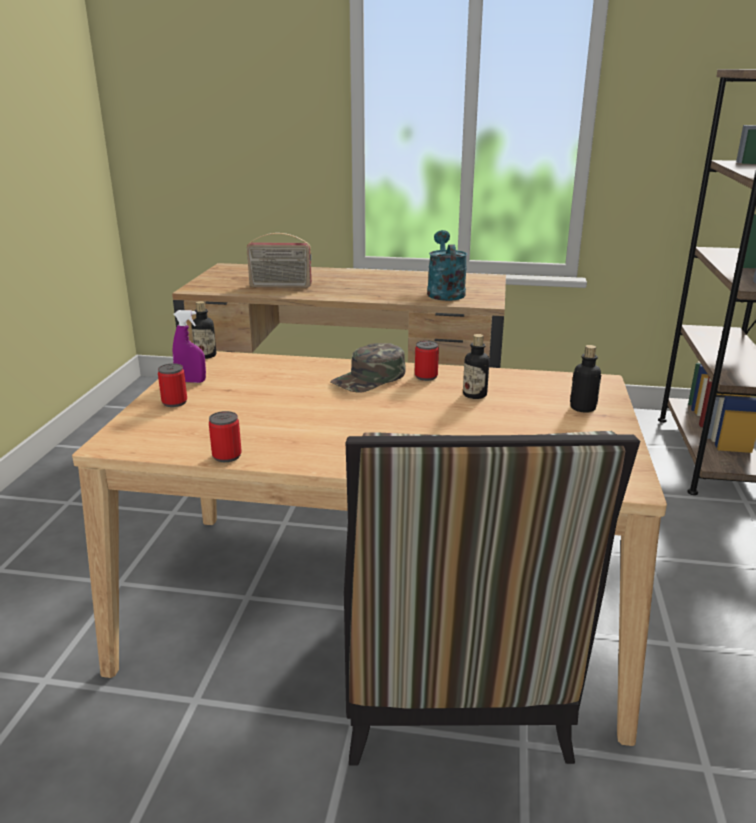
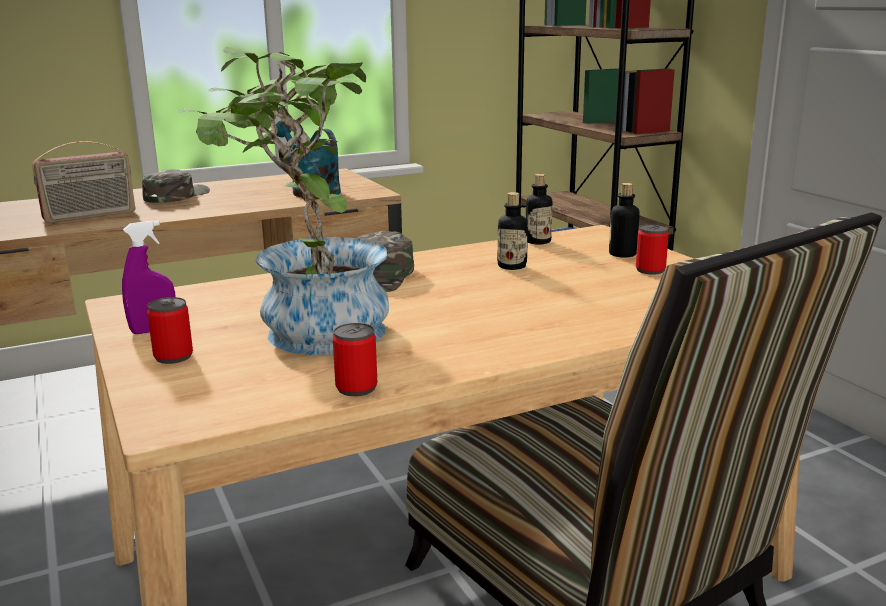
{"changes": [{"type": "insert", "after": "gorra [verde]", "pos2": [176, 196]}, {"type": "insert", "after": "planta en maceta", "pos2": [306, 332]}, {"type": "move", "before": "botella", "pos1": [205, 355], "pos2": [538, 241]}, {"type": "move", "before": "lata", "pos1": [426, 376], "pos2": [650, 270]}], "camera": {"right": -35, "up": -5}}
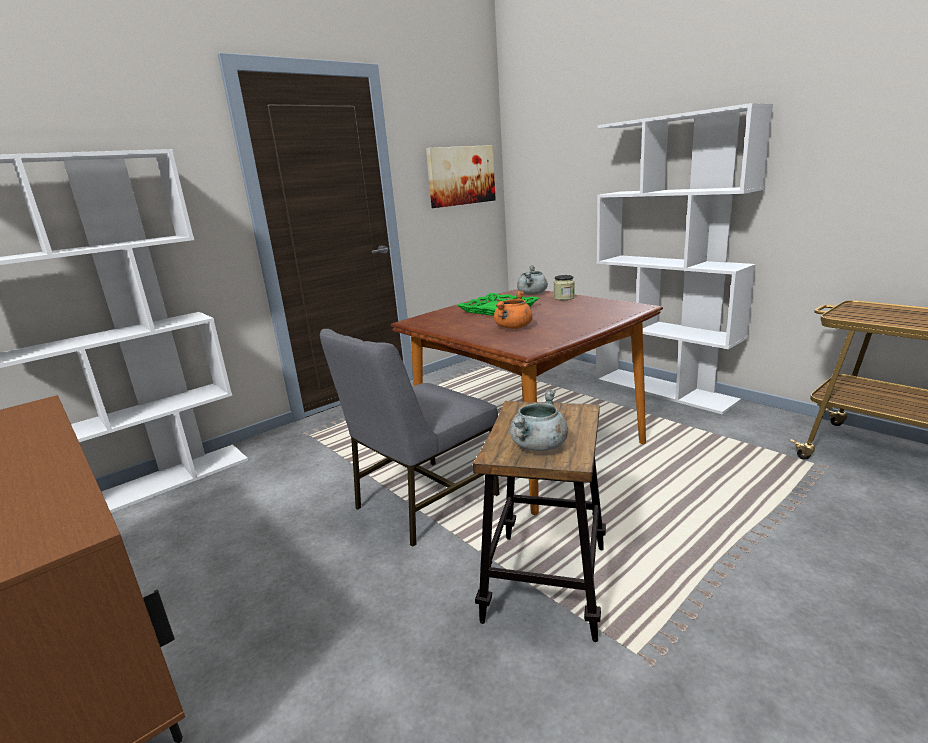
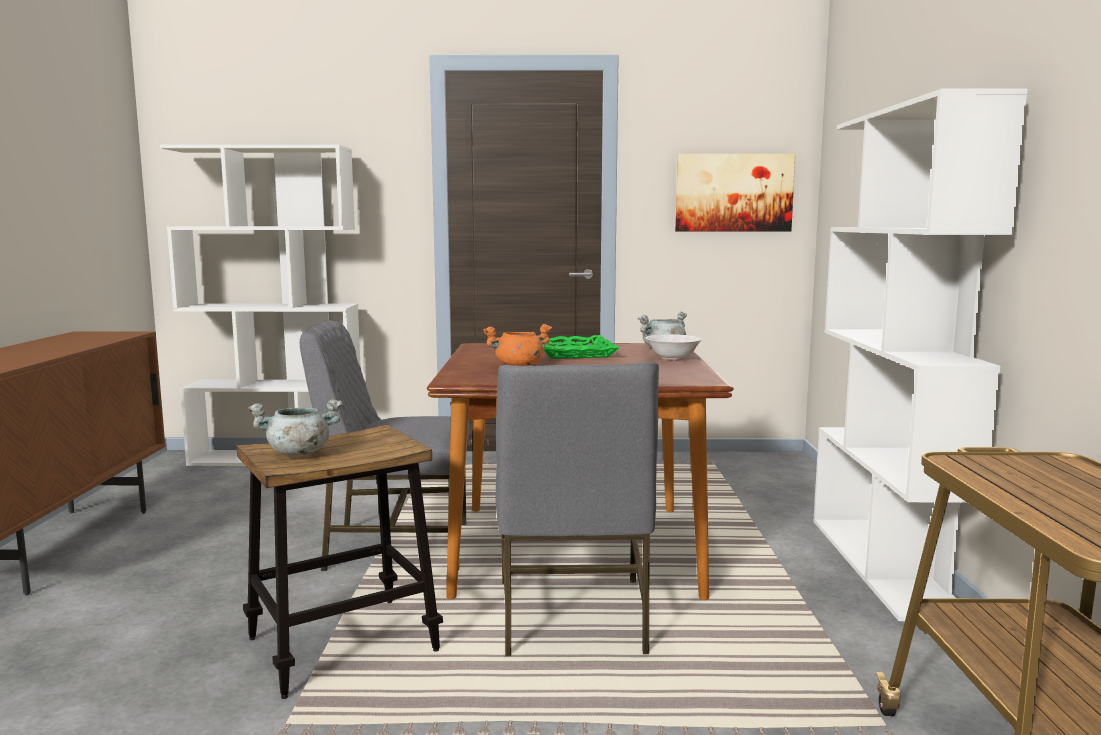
{"changes": [{"type": "insert", "after": "silla [gris]", "pos2": [572, 617]}, {"type": "replace", "before": "tarro", "after": "cuenco [blanco]", "pos1": [564, 298], "pos2": [673, 358]}], "camera": {"right": 40, "up": -10}}
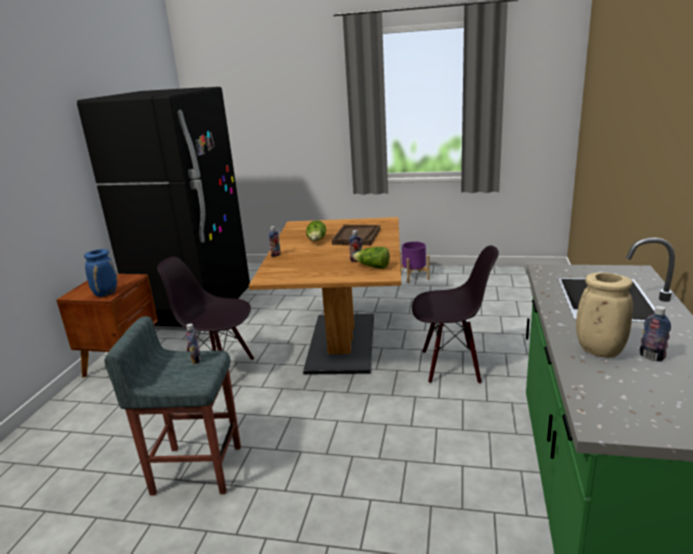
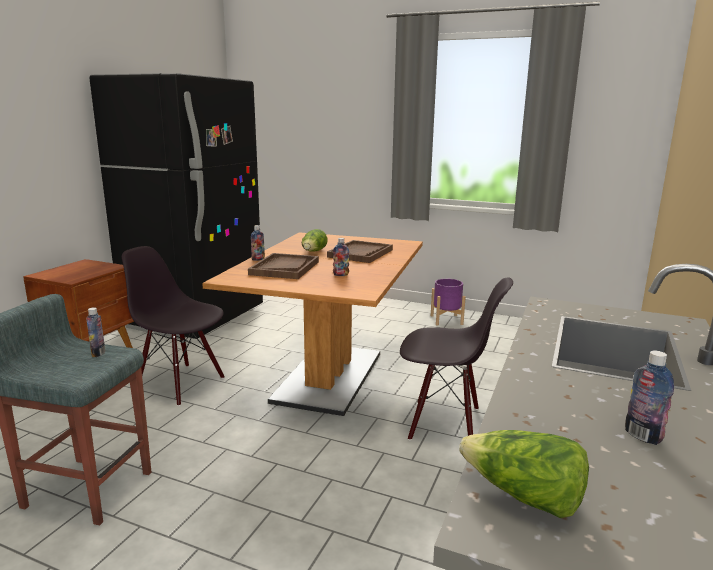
{"changes": [{"type": "delete", "before": "florero [azul]", "pos1": [106, 293]}, {"type": "delete", "before": "florero [beis]", "pos1": [598, 351]}, {"type": "insert", "after": "bandeja [marrón]", "pos2": [284, 268]}, {"type": "move", "before": "lechuga", "pos1": [373, 267], "pos2": [523, 496]}], "camera": {"right": 10, "up": -5}}
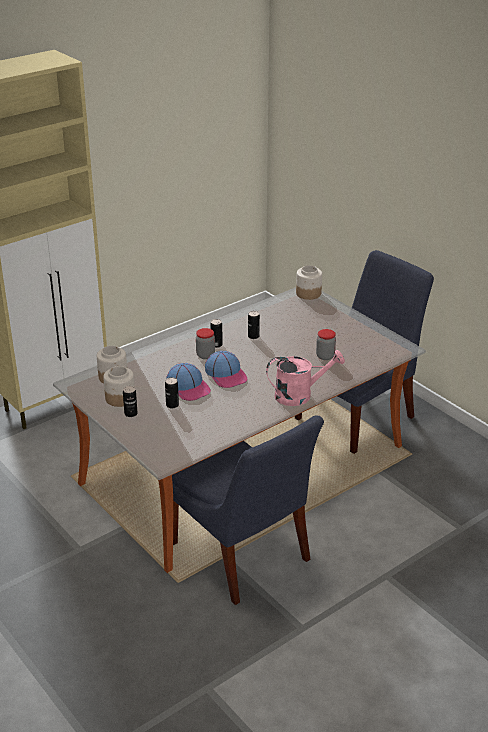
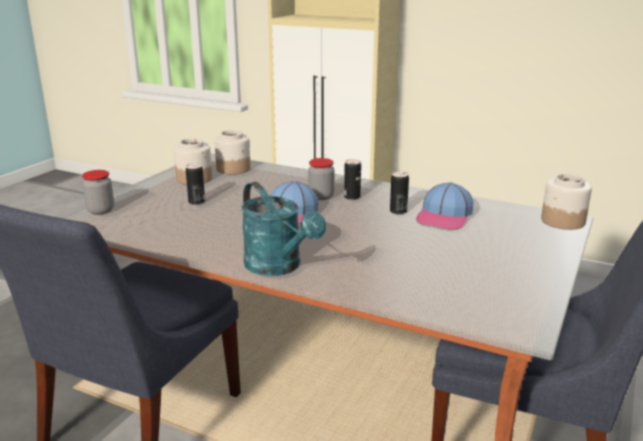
{"changes": [{"type": "delete", "before": "lata", "pos1": [131, 414]}, {"type": "move", "before": "gorra", "pos1": [188, 387], "pos2": [444, 217]}, {"type": "move", "before": "tarro", "pos1": [325, 356], "pos2": [100, 210]}, {"type": "recolor", "before": "regadera [rosa]", "after": "regadera [turquesa]", "pos1": [300, 395], "pos2": [279, 267]}], "camera": {"right": 65, "up": -10}}
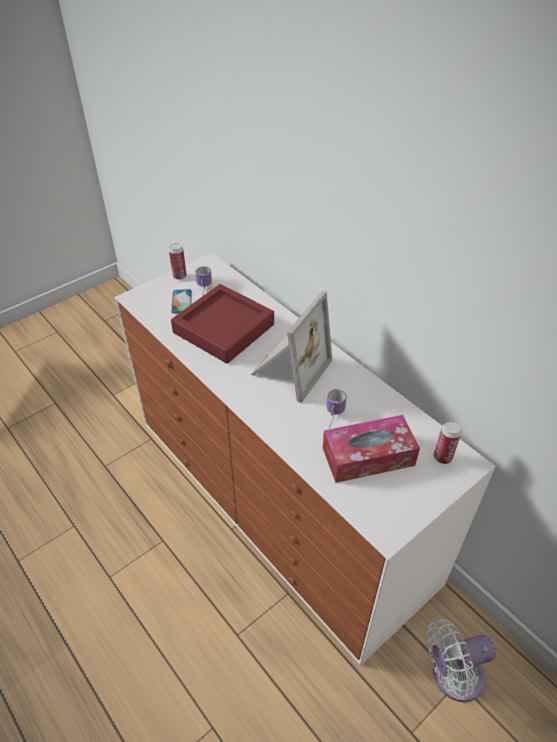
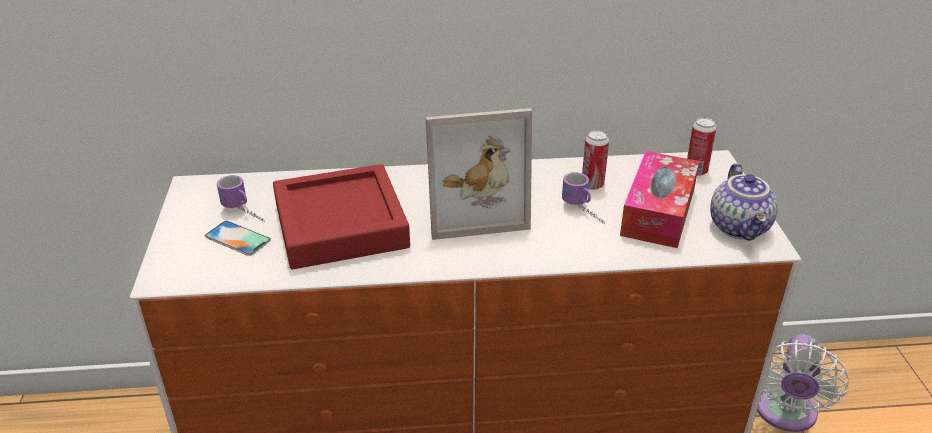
{"changes": [{"type": "insert", "after": "tetera", "pos2": [740, 228]}, {"type": "move", "before": "lata", "pos1": [179, 276], "pos2": [592, 185]}, {"type": "rotate", "before": "portarretratos", "pos1": [288, 369], "pos2": [473, 207], "turn": 105}], "camera": {"right": -55, "up": -10}}
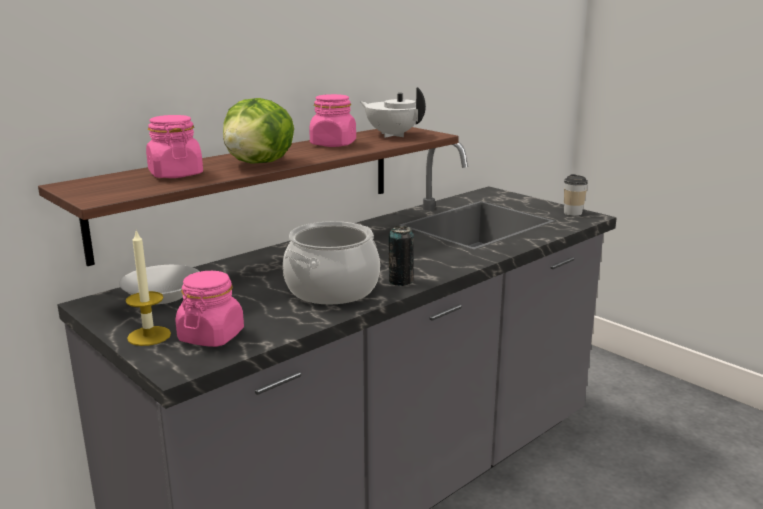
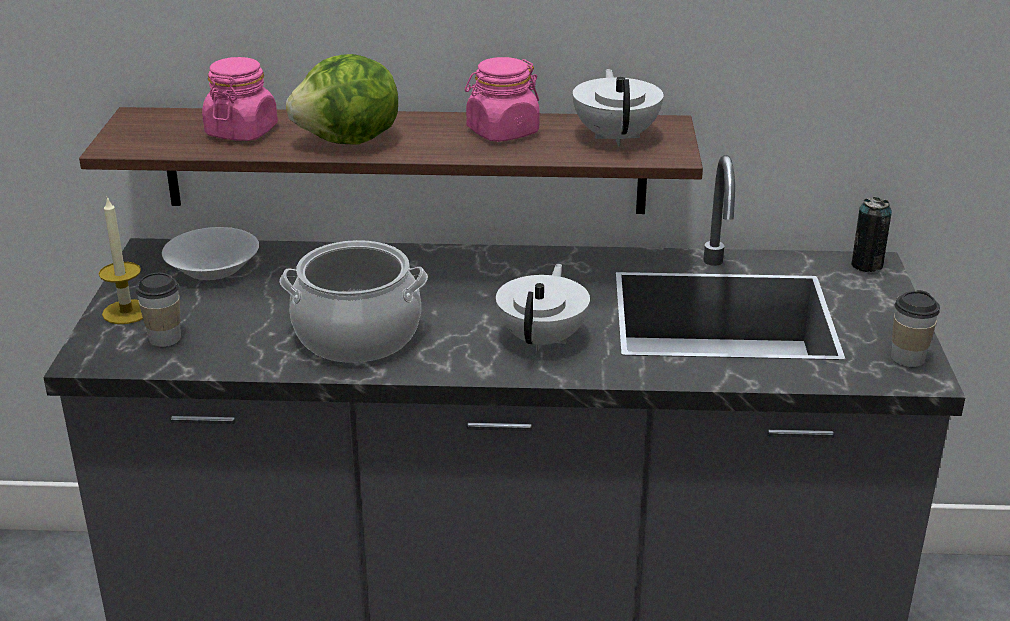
{"changes": [{"type": "insert", "after": "tetera [blanco]", "pos2": [543, 339]}, {"type": "move", "before": "lata", "pos1": [400, 281], "pos2": [867, 265]}, {"type": "replace", "before": "tarro [rosa]", "after": "taza", "pos1": [211, 336], "pos2": [165, 338]}], "camera": {"right": 45, "up": 10}}
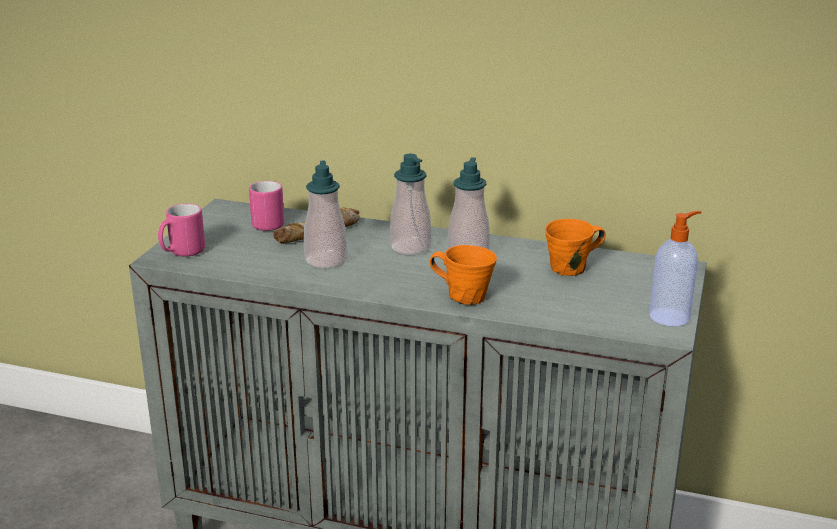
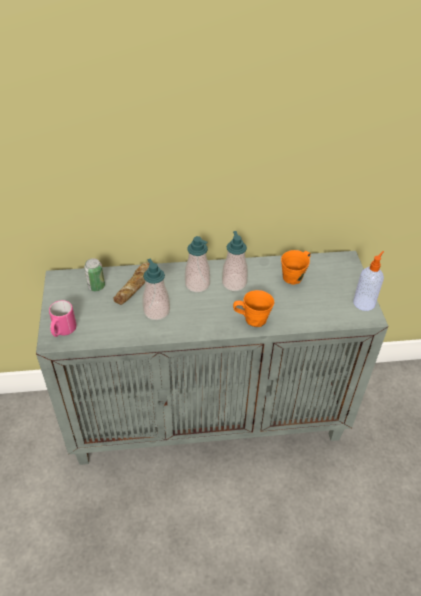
{"changes": [{"type": "replace", "before": "taza grande [rosa]", "after": "lata", "pos1": [265, 223], "pos2": [96, 286]}], "camera": {"right": -25, "up": 20}}
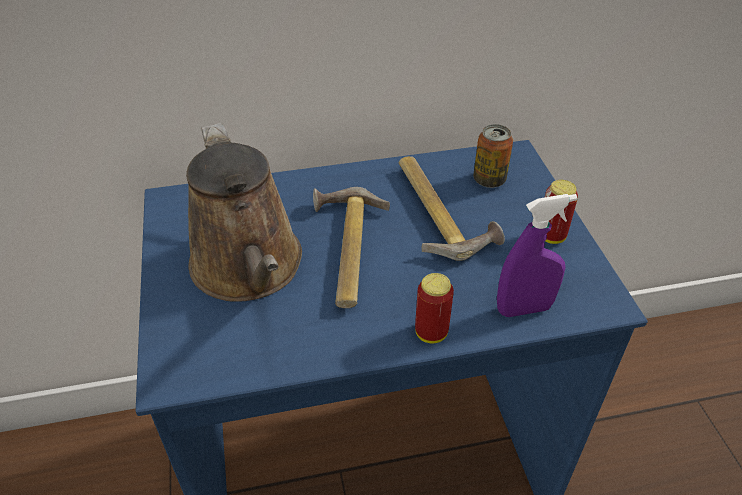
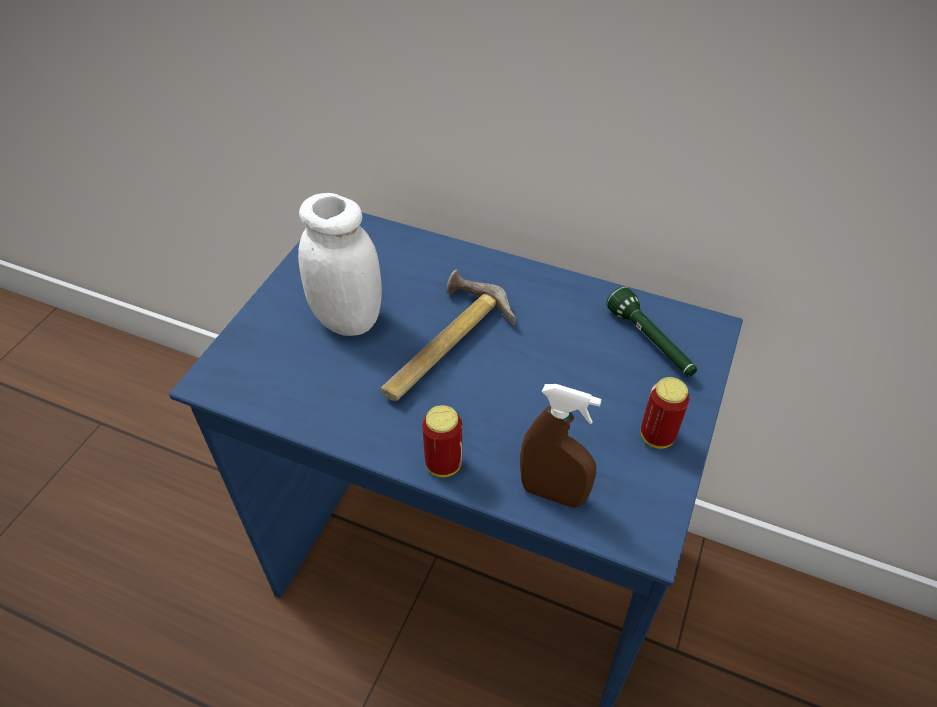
{"changes": [{"type": "delete", "before": "martillo", "pos1": [439, 211]}, {"type": "replace", "before": "regadera [marrón]", "after": "tarro [blanco]", "pos1": [250, 269], "pos2": [348, 319]}, {"type": "replace", "before": "lata", "after": "linterna [verde]", "pos1": [489, 180], "pos2": [650, 343]}, {"type": "recolor", "before": "pulverizador [morado]", "after": "pulverizador [marrón]", "pos1": [524, 309], "pos2": [553, 493]}], "camera": {"right": 35, "up": 5}}
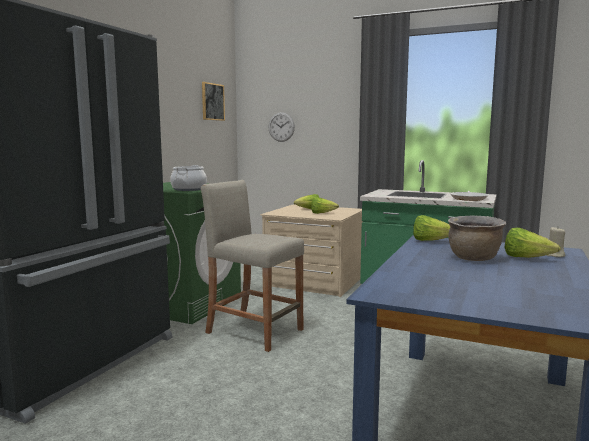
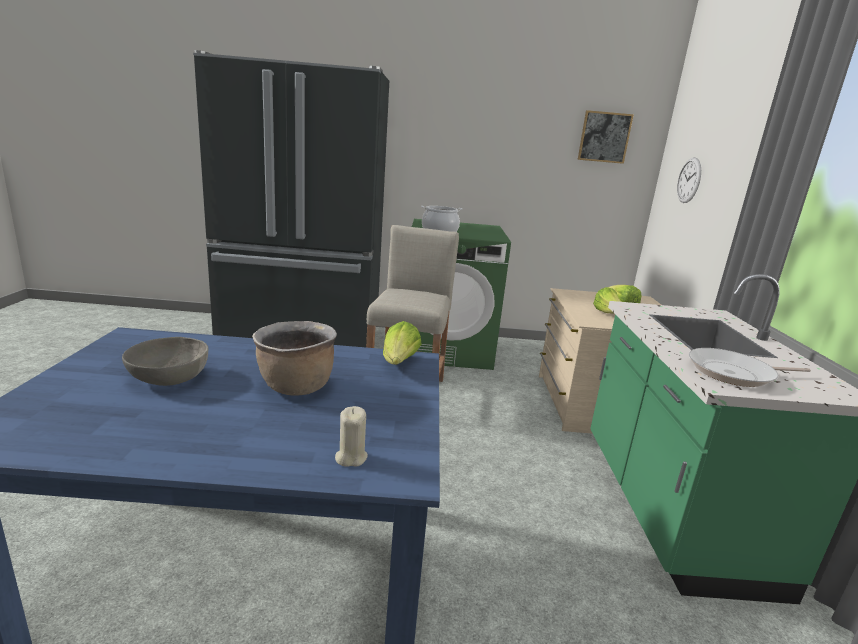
{"changes": [{"type": "delete", "before": "lechuga", "pos1": [526, 258]}, {"type": "insert", "after": "cuenco [gris]", "pos2": [168, 377]}], "camera": {"right": 65, "up": 10}}
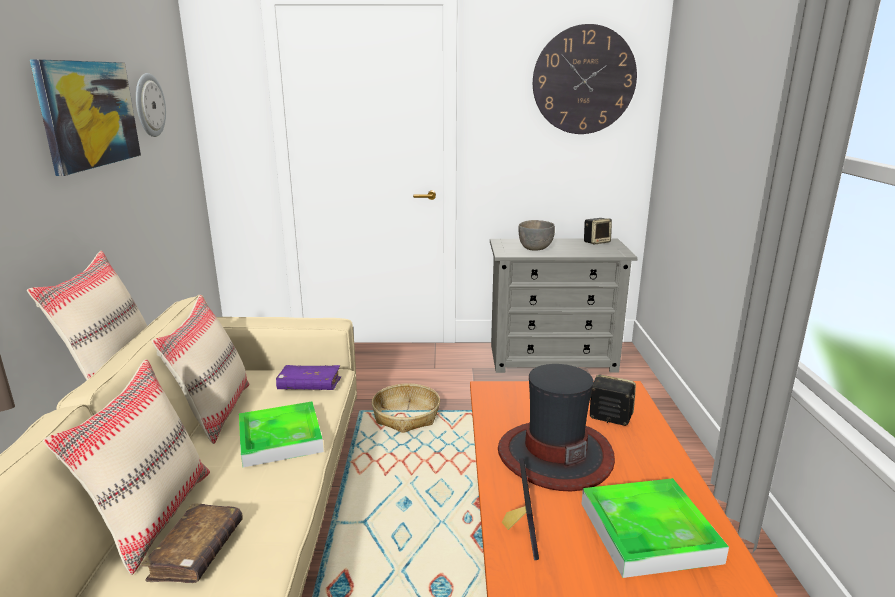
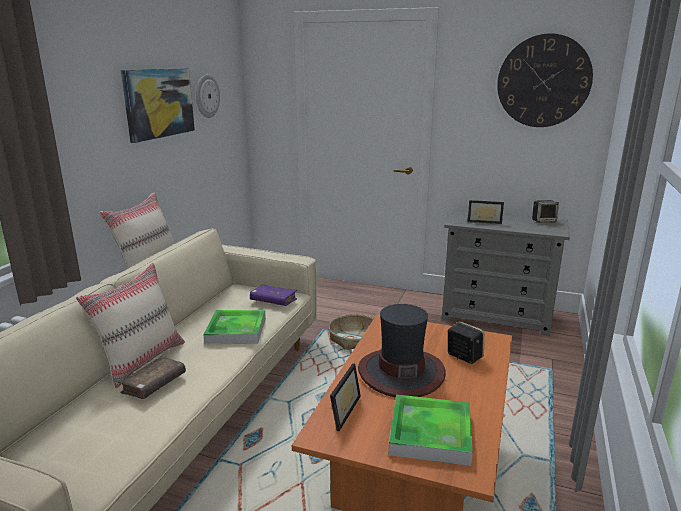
{"changes": [{"type": "delete", "before": "cojín [beis]", "pos1": [214, 412]}, {"type": "replace", "before": "cuenco [gris]", "after": "portarretratos", "pos1": [535, 249], "pos2": [484, 221]}], "camera": {"right": 20, "up": 0}}
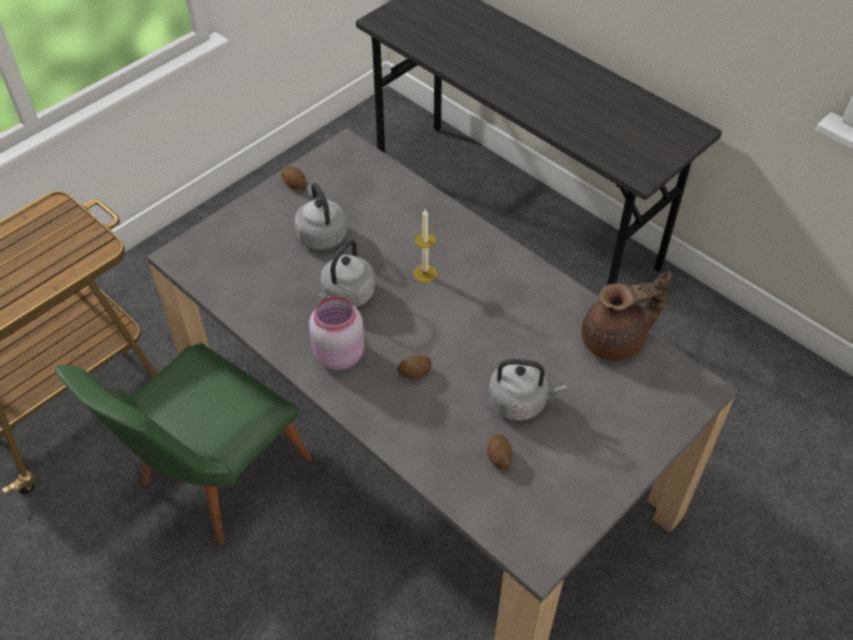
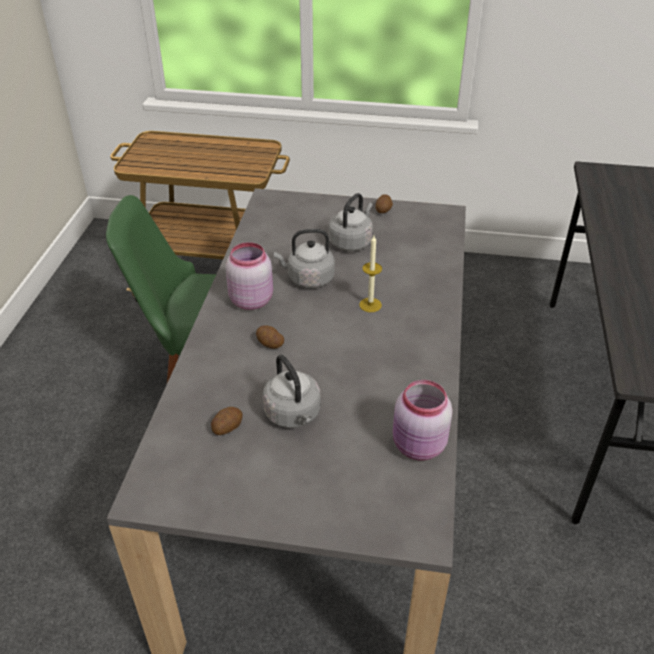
{"changes": [{"type": "replace", "before": "tetera [marrón]", "after": "tarro [rosa]", "pos1": [616, 341], "pos2": [418, 446]}], "camera": {"right": 55, "up": -10}}
